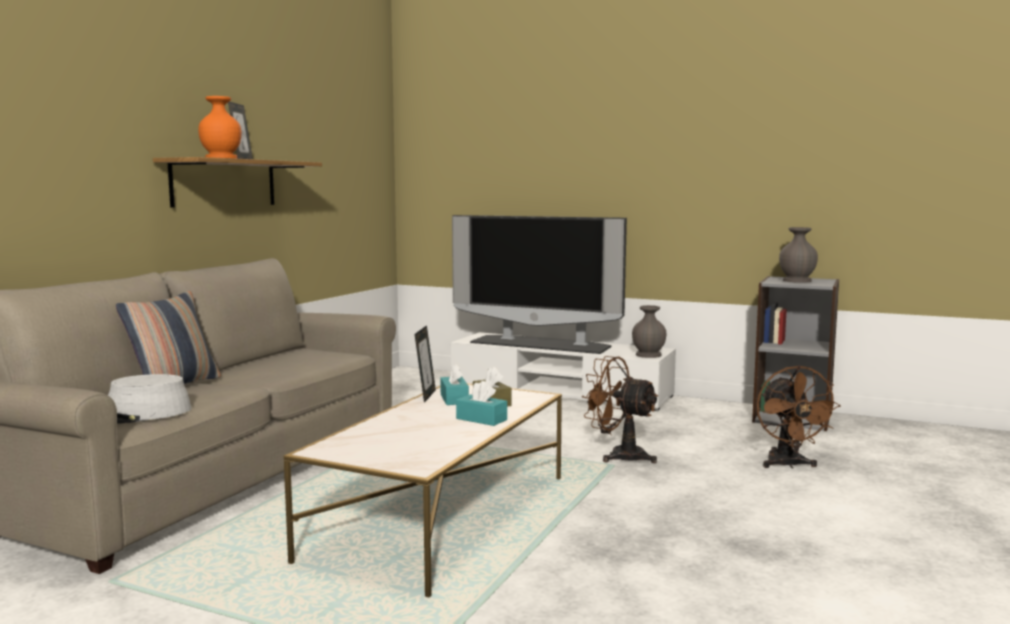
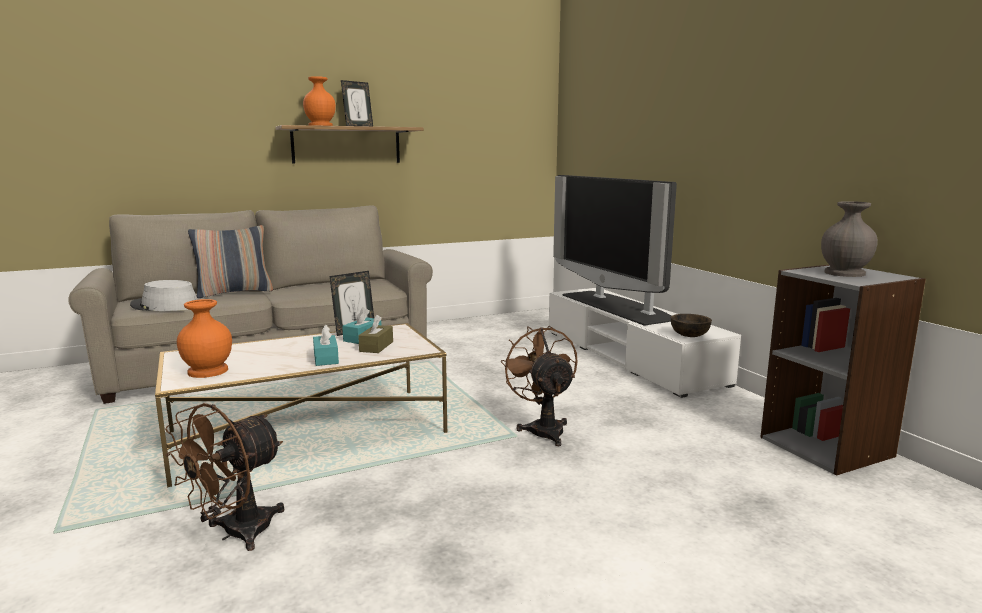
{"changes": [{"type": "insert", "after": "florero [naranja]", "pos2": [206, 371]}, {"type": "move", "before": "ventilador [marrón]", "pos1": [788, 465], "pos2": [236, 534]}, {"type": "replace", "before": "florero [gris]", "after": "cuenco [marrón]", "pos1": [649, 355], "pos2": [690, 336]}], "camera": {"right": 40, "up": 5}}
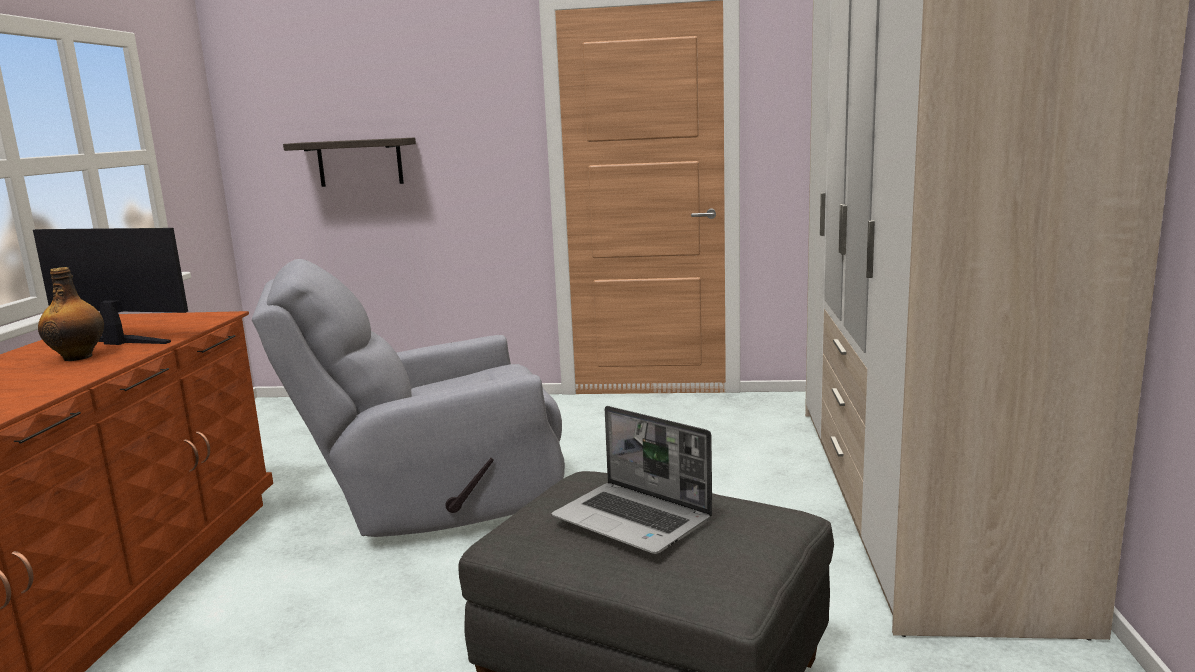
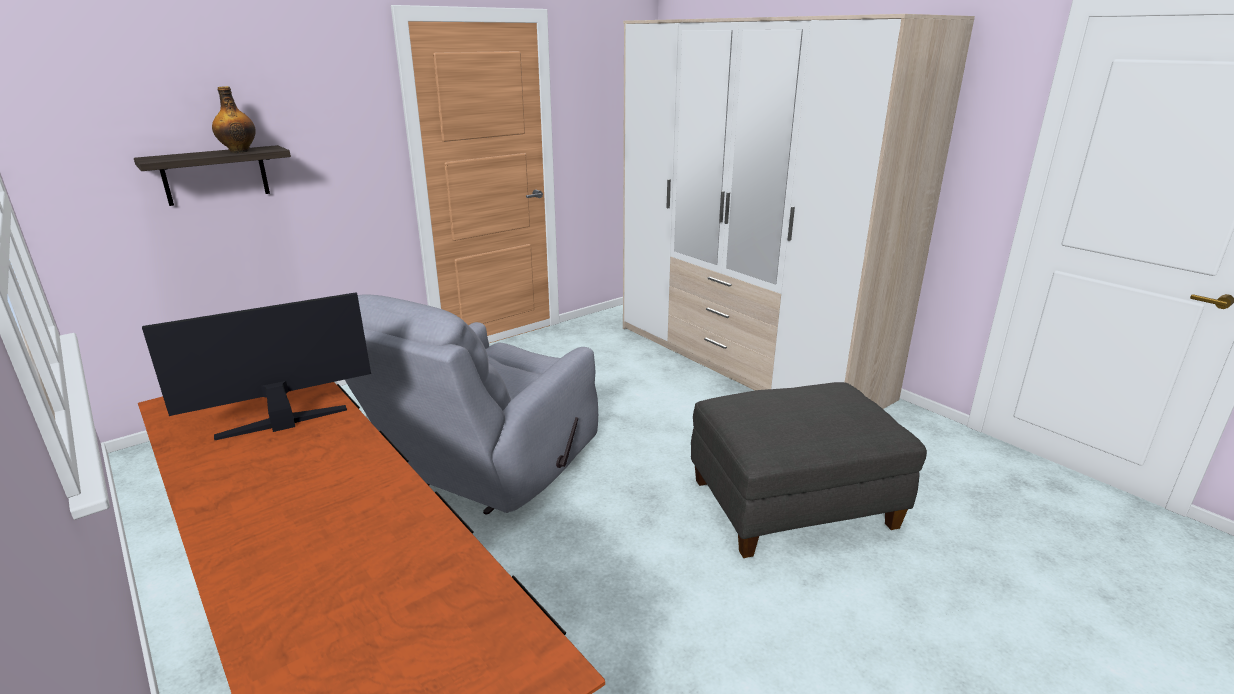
{"changes": [{"type": "delete", "before": "portátil", "pos1": [634, 520]}, {"type": "move", "before": "botella", "pos1": [78, 357], "pos2": [239, 151]}], "camera": {"right": -45, "up": 10}}
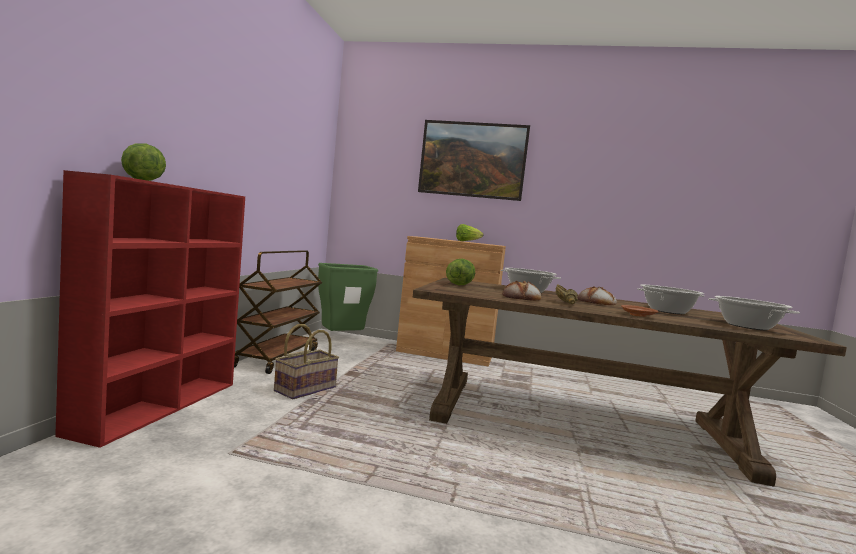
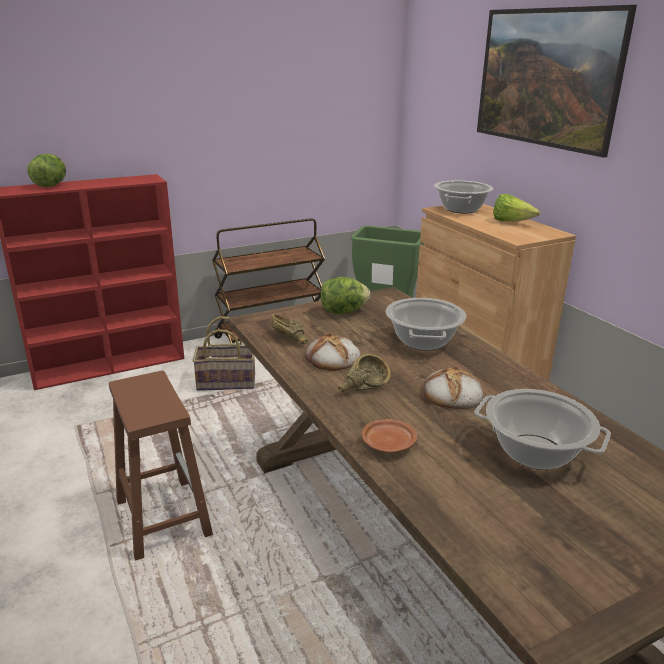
{"changes": [{"type": "insert", "after": "taburete [marrón]", "pos2": [162, 516]}, {"type": "insert", "after": "cuenco [marrón]", "pos2": [292, 338]}, {"type": "move", "before": "olla", "pos1": [748, 326], "pos2": [461, 209]}], "camera": {"right": 50, "up": 20}}
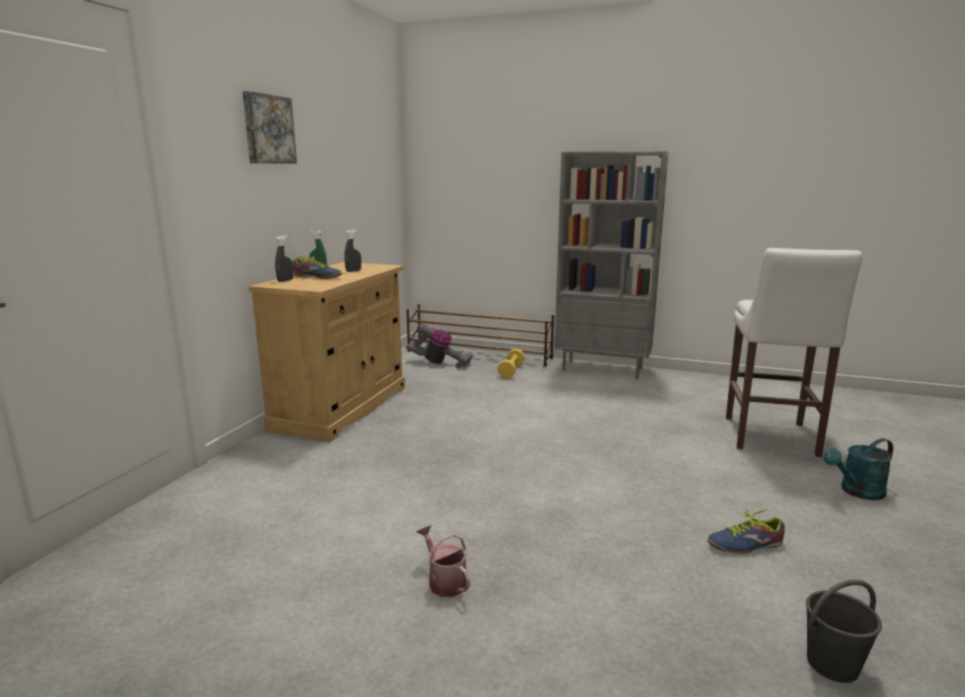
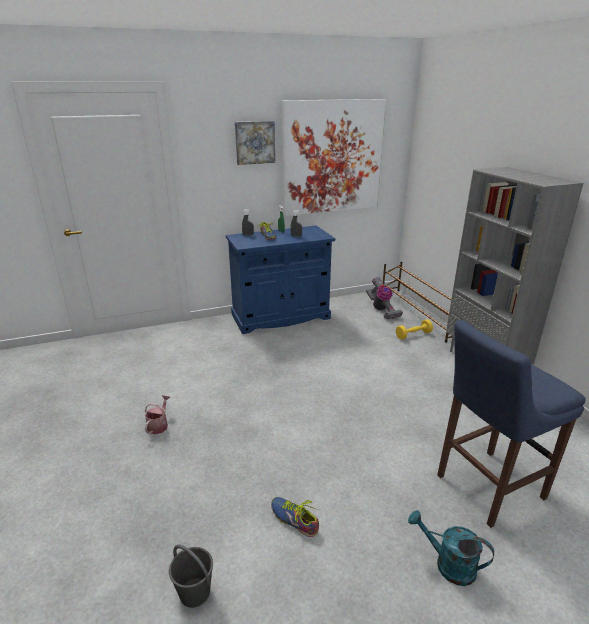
{"changes": [{"type": "insert", "after": "cuadro", "pos2": [332, 157]}, {"type": "recolor", "before": "armario [beis]", "after": "armario [azul]", "pos1": [342, 408], "pos2": [280, 317]}, {"type": "recolor", "before": "taburete [blanco]", "after": "taburete [azul]", "pos1": [770, 438], "pos2": [485, 487]}], "camera": {"right": 50, "up": 10}}
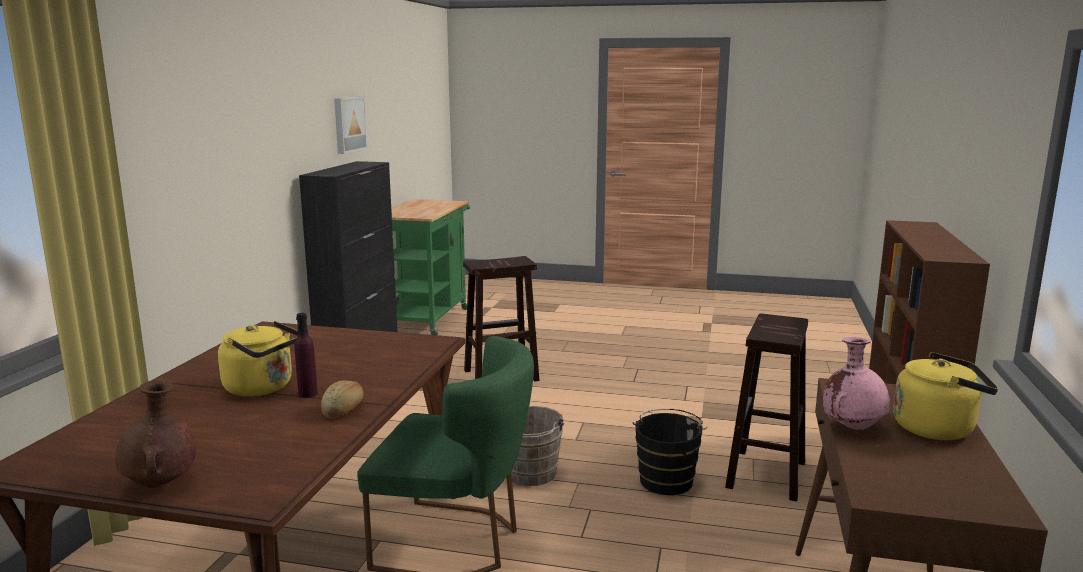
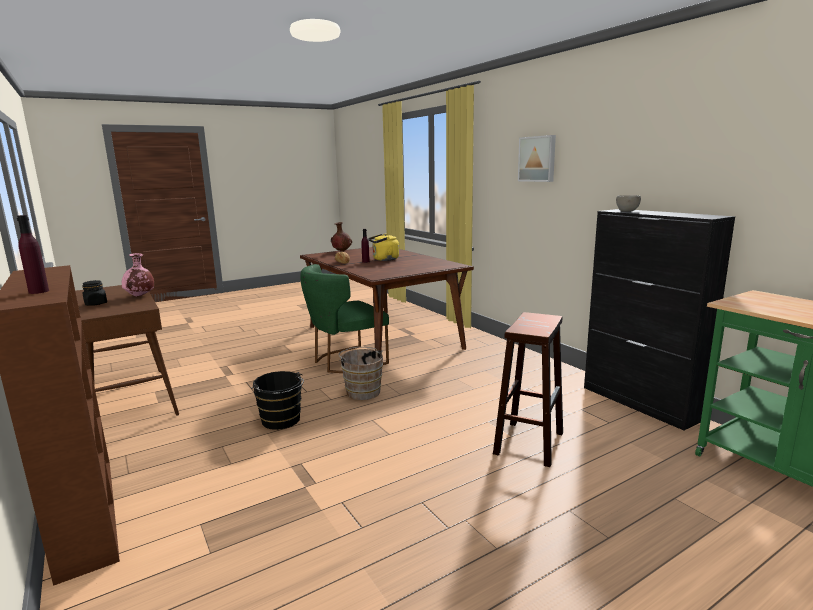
{"changes": [{"type": "delete", "before": "taburete [marrón]", "pos1": [766, 475]}, {"type": "insert", "after": "botella [morado]", "pos2": [39, 291]}, {"type": "insert", "after": "cuenco [gris]", "pos2": [627, 211]}, {"type": "move", "before": "cuadro", "pos1": [348, 124], "pos2": [537, 159]}, {"type": "replace", "before": "hervidor [amarillo]", "after": "tarro [negro]", "pos1": [938, 429], "pos2": [96, 304]}], "camera": {"right": 135, "up": 0}}
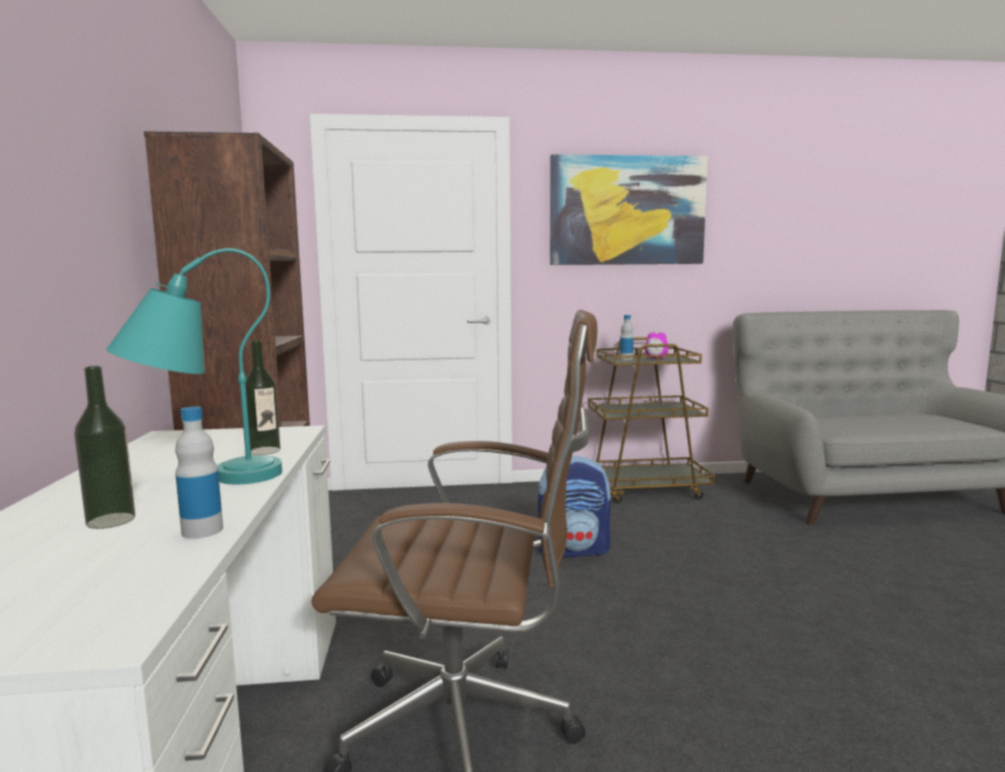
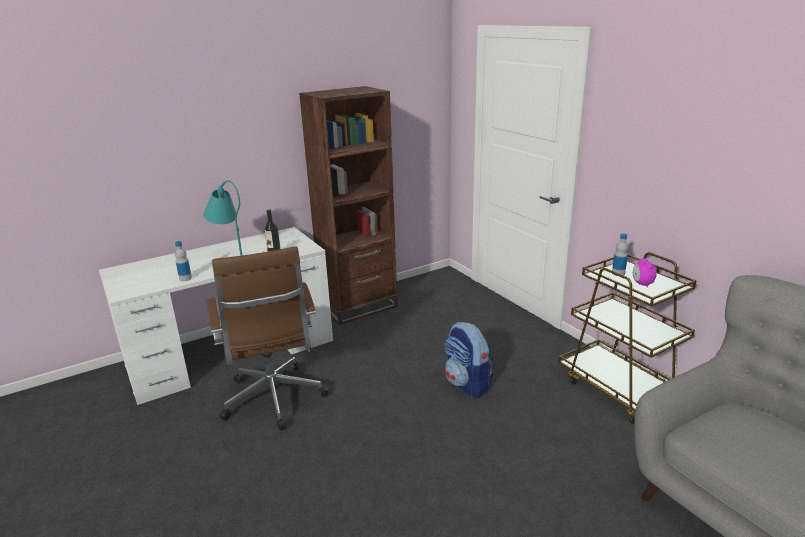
{"changes": [{"type": "delete", "before": "botella", "pos1": [111, 520]}, {"type": "delete", "before": "cuadro", "pos1": [627, 211]}], "camera": {"right": 65, "up": 15}}
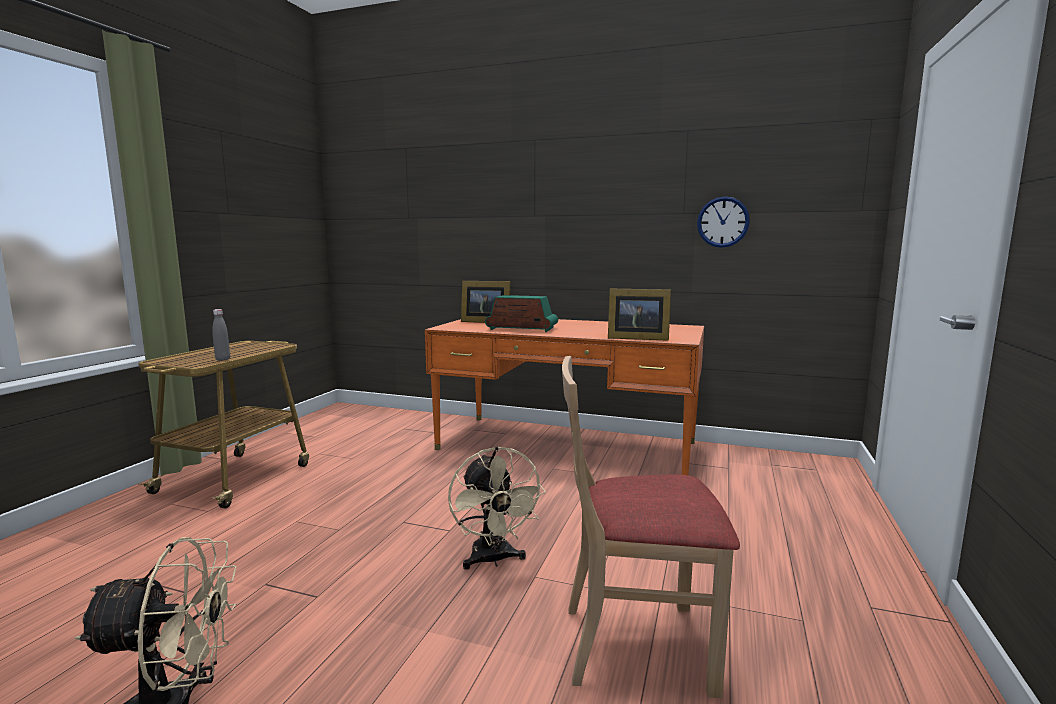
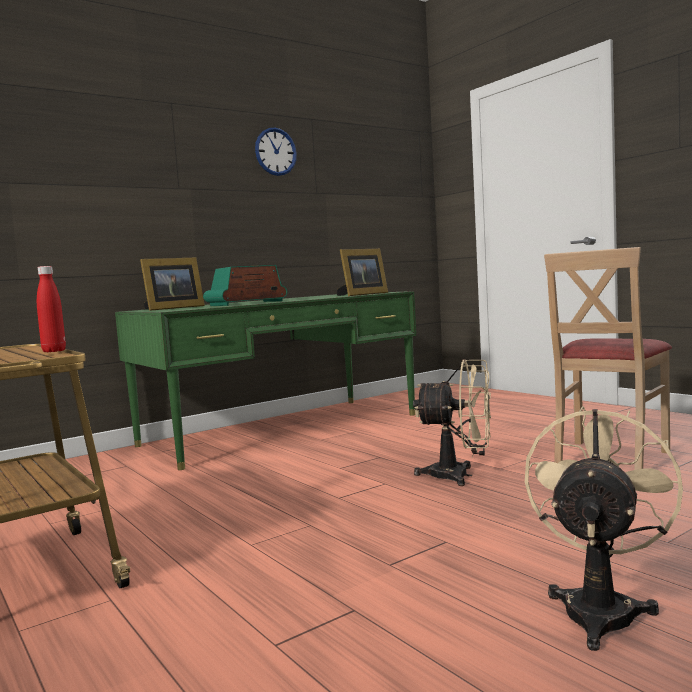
{"changes": [{"type": "move", "before": "reloj de pared", "pos1": [723, 222], "pos2": [275, 152]}, {"type": "recolor", "before": "botella [gris]", "after": "botella [rojo]", "pos1": [222, 359], "pos2": [54, 351]}, {"type": "recolor", "before": "escritorio [naranja]", "after": "escritorio [verde]", "pos1": [566, 446], "pos2": [281, 429]}], "camera": {"right": -55, "up": -5}}
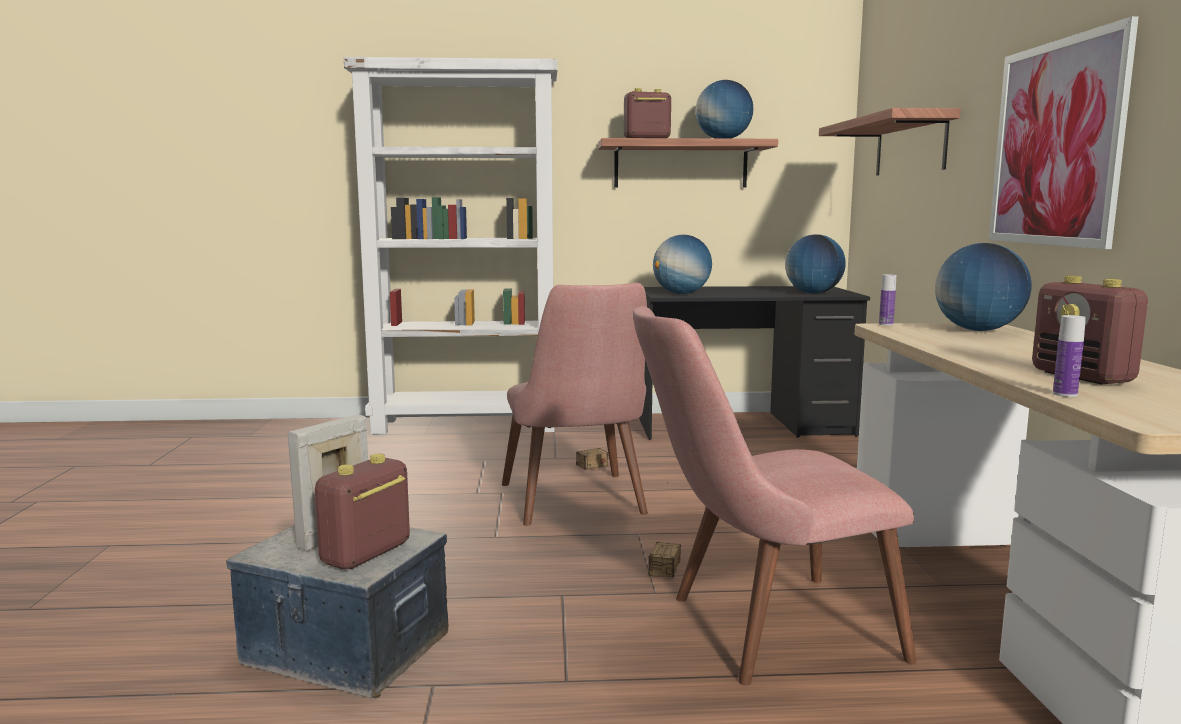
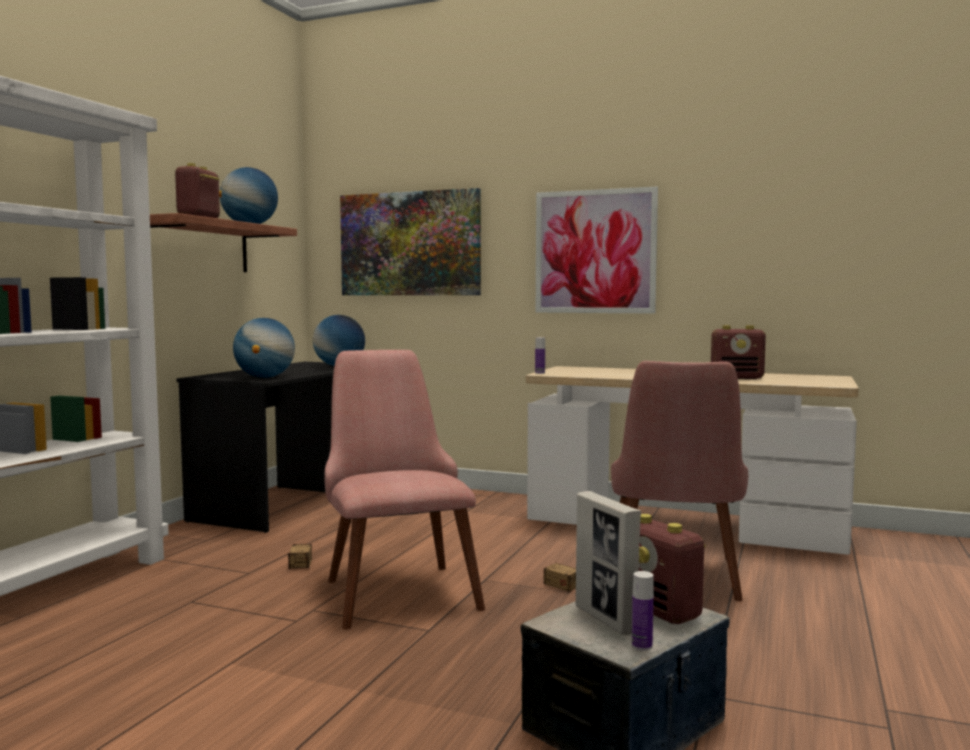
{"changes": [{"type": "delete", "before": "globo terráqueo", "pos1": [977, 330]}, {"type": "move", "before": "botella", "pos1": [1065, 394], "pos2": [642, 646]}, {"type": "replace", "before": "estante", "after": "cuadro", "pos1": [910, 146], "pos2": [410, 244]}, {"type": "rotate", "before": "silla [rosa]", "pos1": [578, 505], "pos2": [395, 587], "turn": -120}], "camera": {"right": -65, "up": -5}}
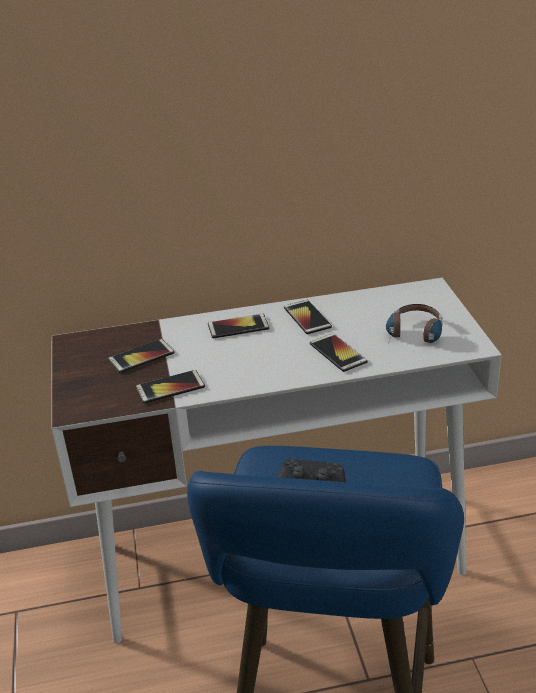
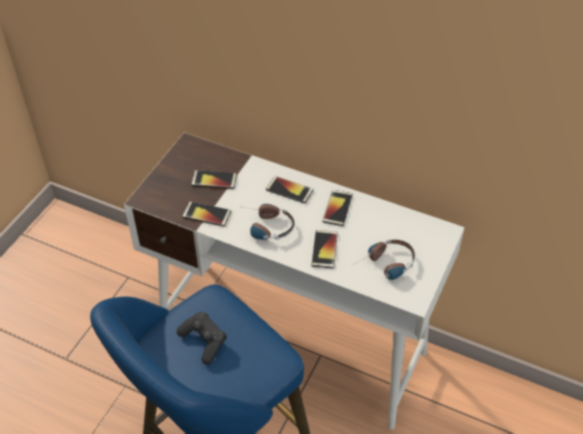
{"changes": [{"type": "insert", "after": "auriculares", "pos2": [264, 227]}], "camera": {"right": 35, "up": 15}}
